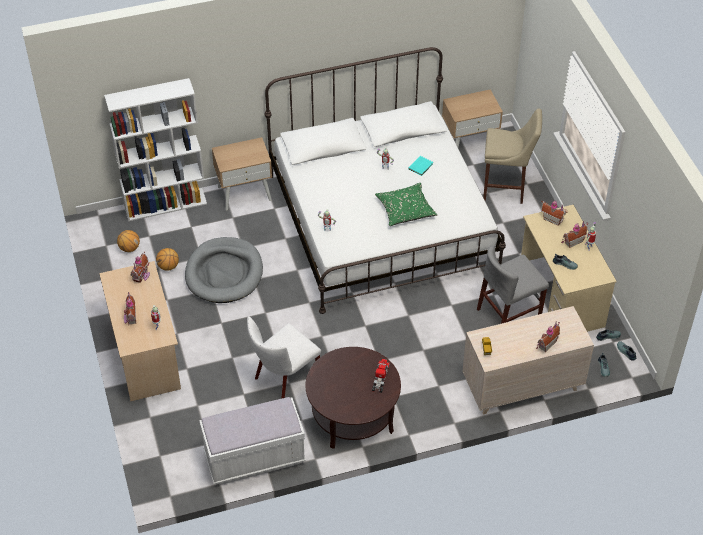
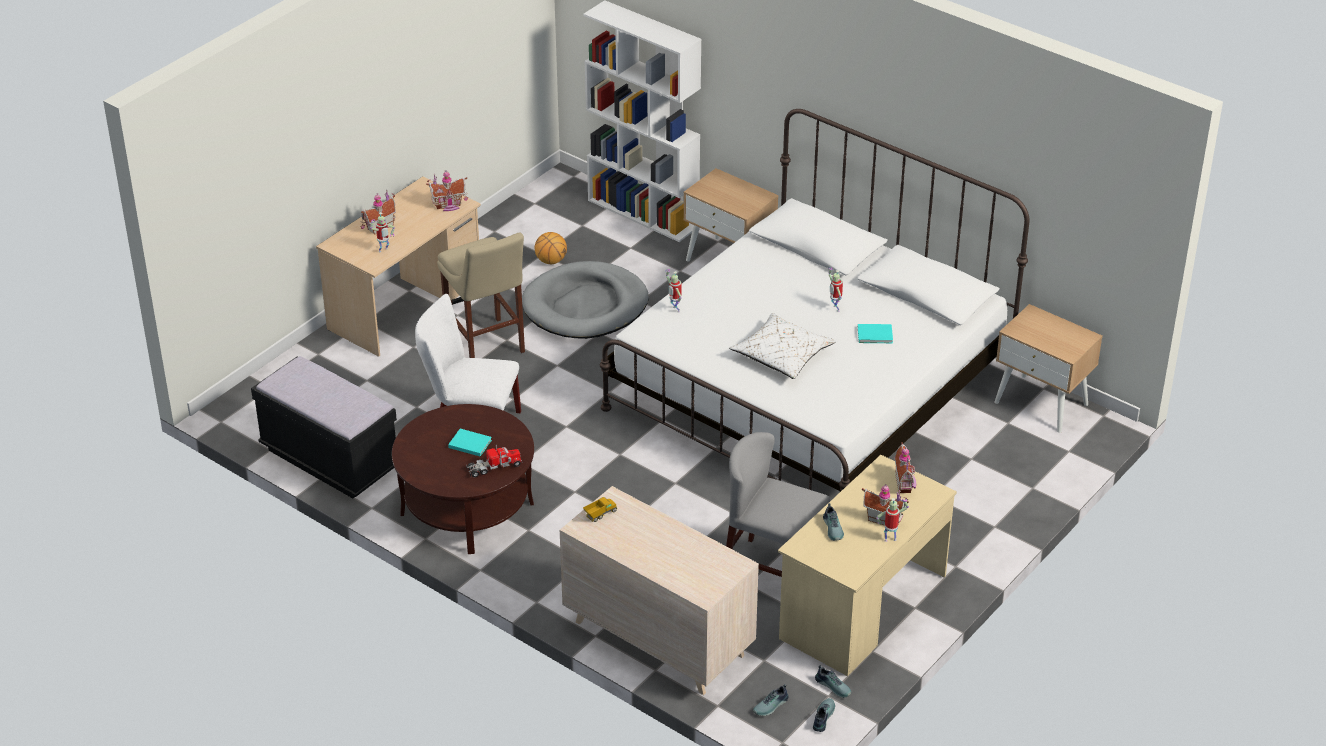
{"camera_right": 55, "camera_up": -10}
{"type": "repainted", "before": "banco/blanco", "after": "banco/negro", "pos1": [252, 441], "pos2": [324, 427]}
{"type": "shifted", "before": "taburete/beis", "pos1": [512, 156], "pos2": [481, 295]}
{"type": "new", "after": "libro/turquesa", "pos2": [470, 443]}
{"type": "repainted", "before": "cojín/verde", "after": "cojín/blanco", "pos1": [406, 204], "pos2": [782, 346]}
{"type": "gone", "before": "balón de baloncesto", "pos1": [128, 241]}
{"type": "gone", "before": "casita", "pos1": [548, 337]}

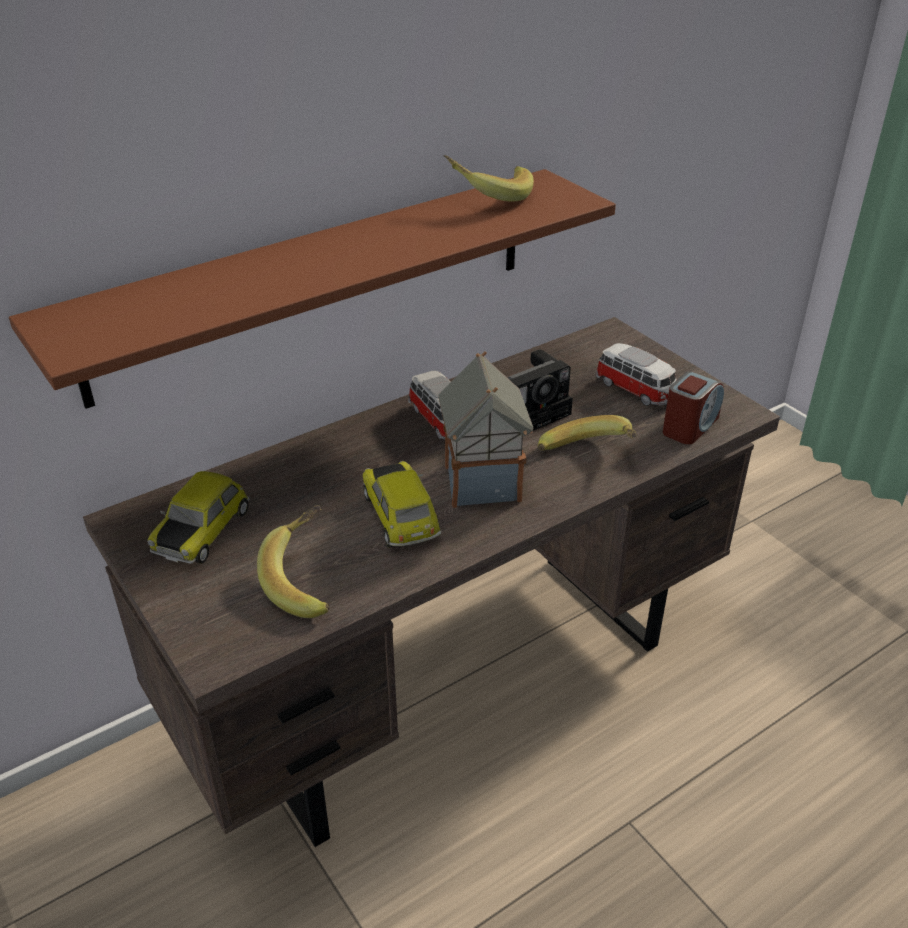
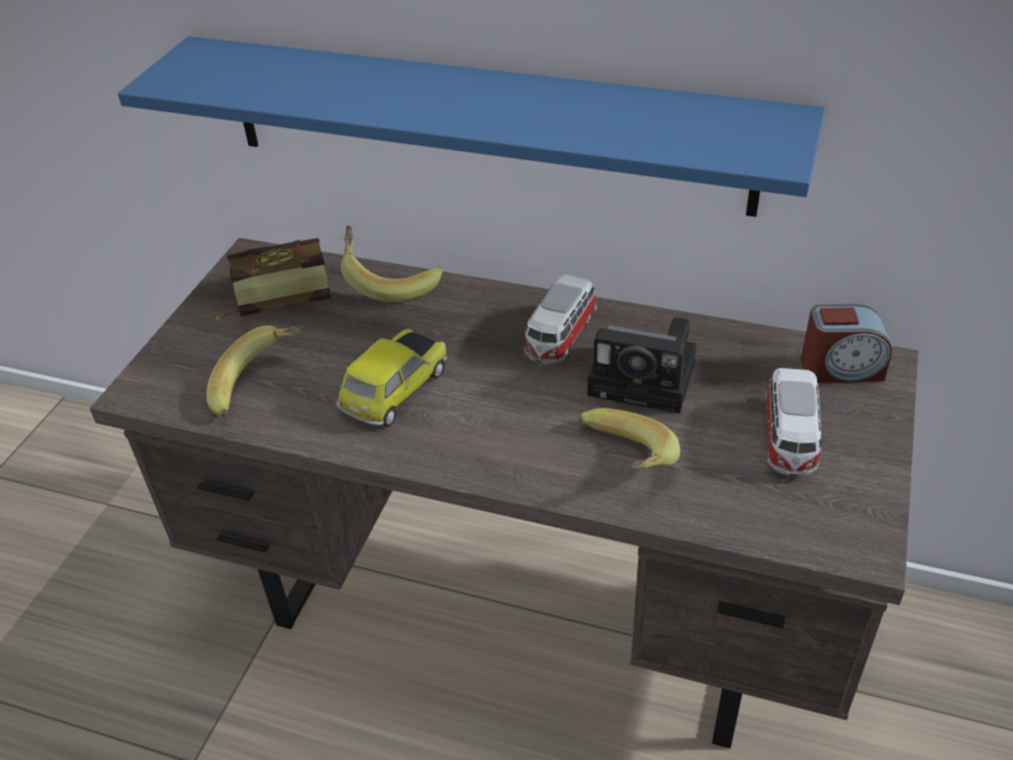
{"camera_right": 55, "camera_up": 5}
{"type": "repainted", "before": "estante/marrón", "after": "estante/azul", "pos1": [312, 289], "pos2": [471, 126]}
{"type": "swapped", "before": "coche de juguete", "after": "libro", "pos1": [198, 517], "pos2": [273, 279]}
{"type": "shifted", "before": "plátano", "pos1": [489, 178], "pos2": [392, 264]}
{"type": "shifted", "before": "despertador", "pos1": [693, 407], "pos2": [846, 343]}
{"type": "gone", "before": "casita", "pos1": [485, 429]}

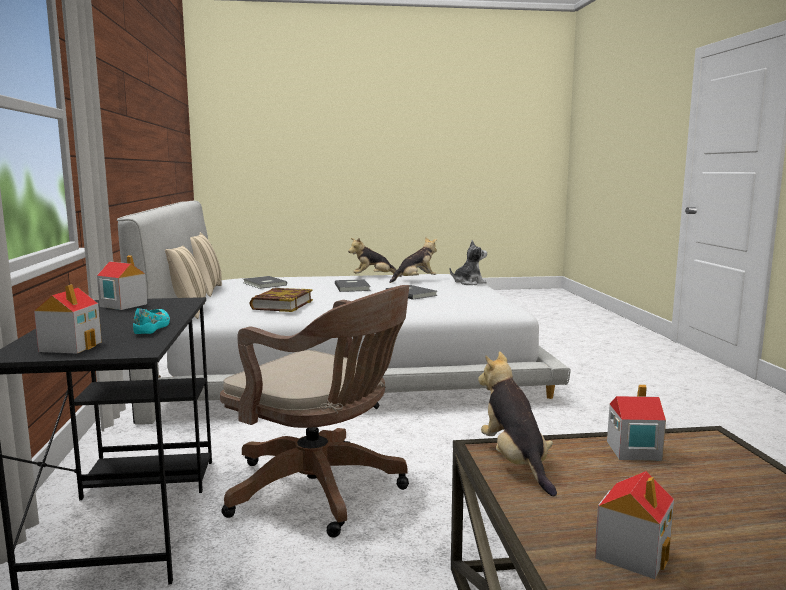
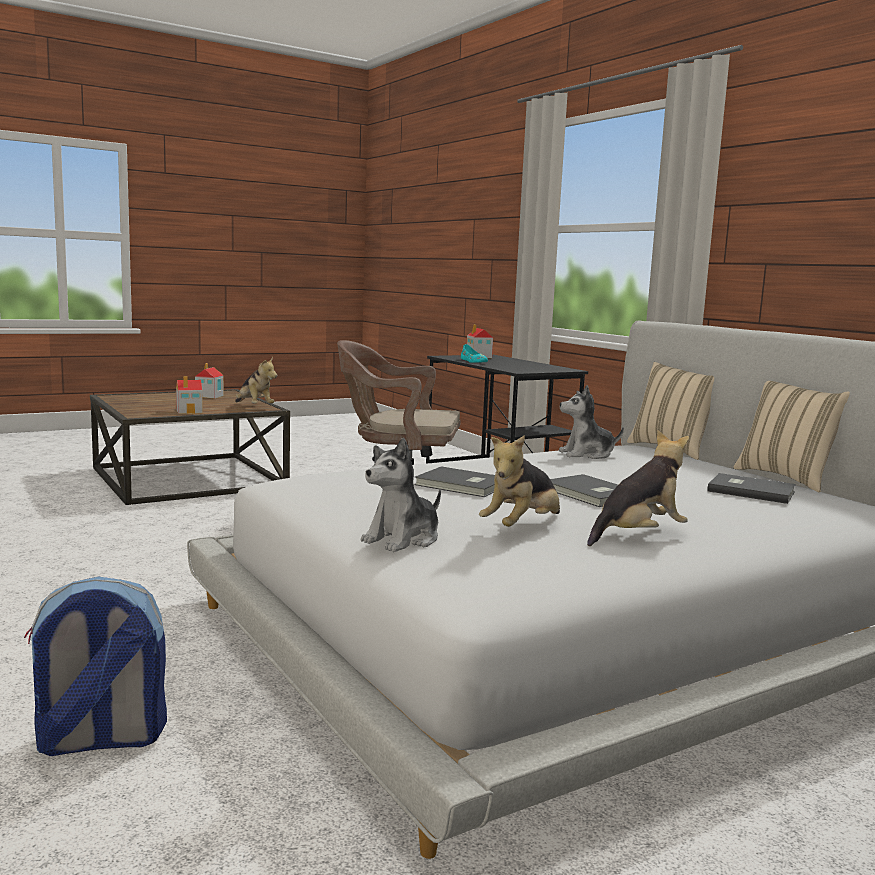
{"camera_right": 155, "camera_up": 0}
{"type": "new", "after": "mochila", "pos2": [95, 666]}
{"type": "swapped", "before": "libro", "after": "peluche", "pos1": [281, 300], "pos2": [591, 422]}
{"type": "gone", "before": "casita", "pos1": [122, 282]}

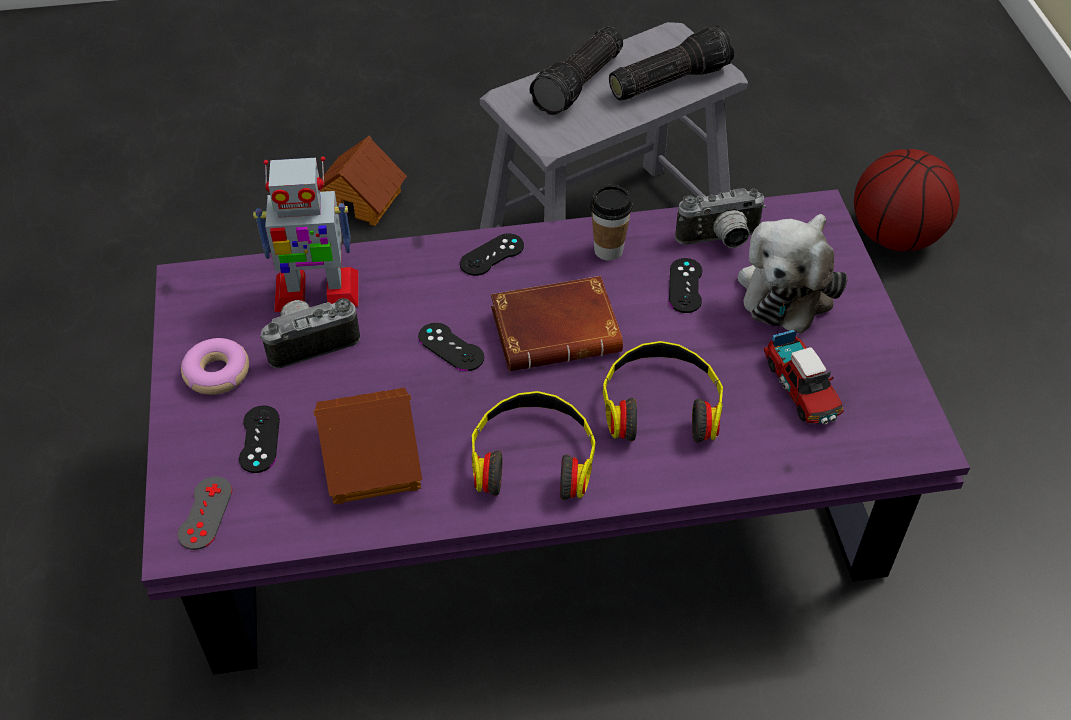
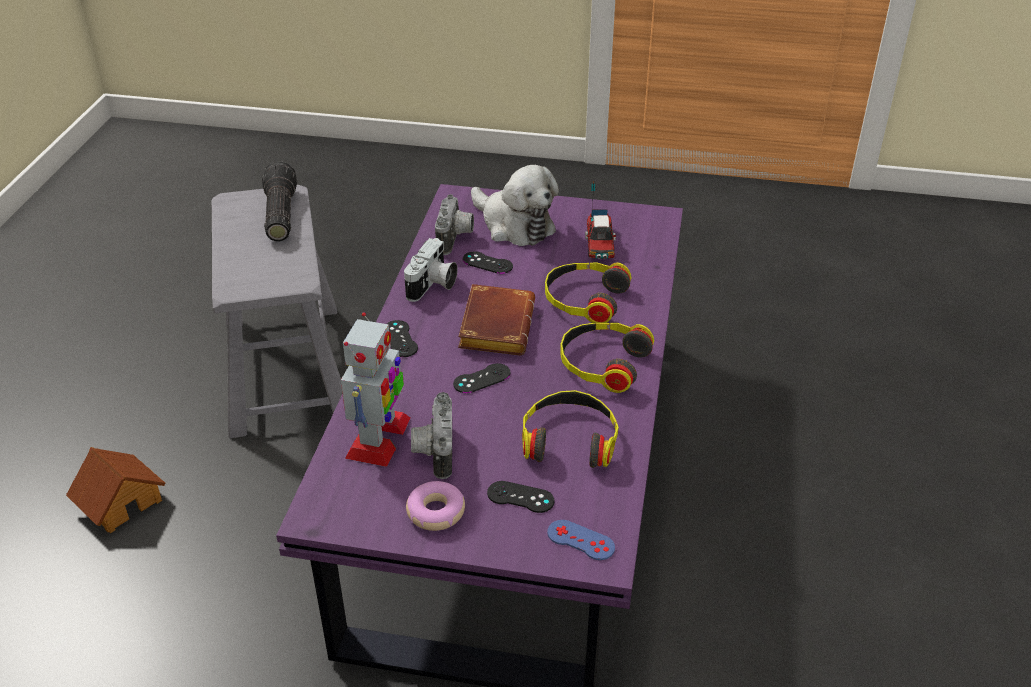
{"camera_right": -70, "camera_up": -10}
{"type": "swapped", "before": "taza", "after": "cámara", "pos1": [611, 223], "pos2": [431, 270]}
{"type": "swapped", "before": "casita", "after": "auriculares", "pos1": [367, 445], "pos2": [570, 429]}
{"type": "repainted", "before": "mando de consola/gris", "after": "mando de consola/azul", "pos1": [204, 513], "pos2": [581, 540]}
{"type": "rotated", "before": "camión de juguete", "pos1": [804, 363], "pos2": [600, 220], "turn": 90}
{"type": "gone", "before": "linterna", "pos1": [576, 71]}
{"type": "gone", "before": "balón de baloncesto", "pos1": [907, 200]}

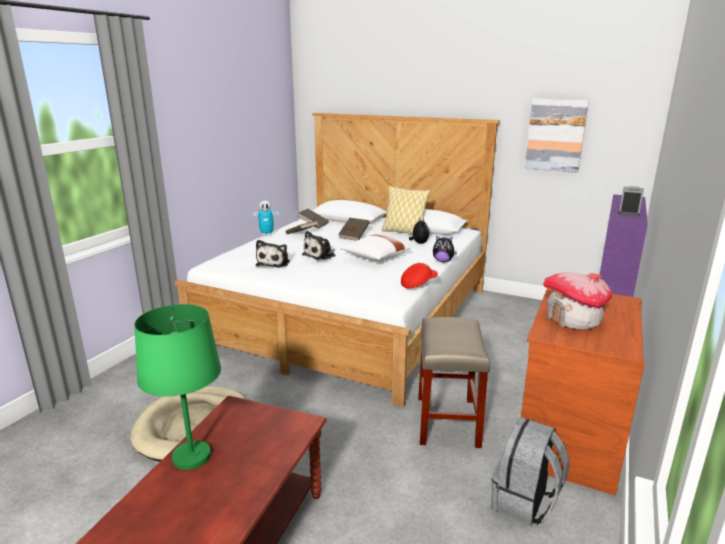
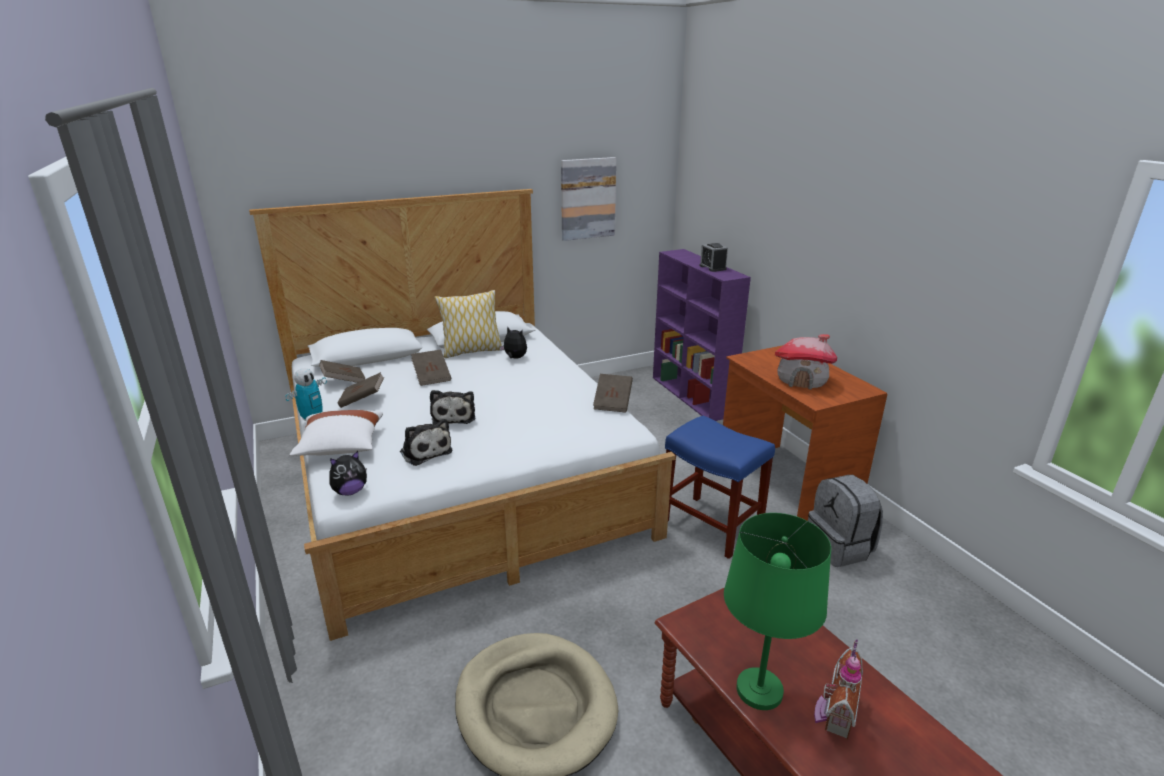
{"camera_right": -50, "camera_up": 5}
{"type": "shifted", "before": "cojín/blanco", "pos1": [376, 247], "pos2": [336, 433]}
{"type": "shifted", "before": "peluche", "pos1": [445, 248], "pos2": [348, 473]}
{"type": "swapped", "before": "gorra/rojo", "after": "libro/marrón", "pos1": [419, 275], "pos2": [613, 393]}
{"type": "repainted", "before": "taburete/beis", "after": "taburete/azul", "pos1": [454, 382], "pos2": [720, 487]}
{"type": "new", "after": "casita", "pos2": [838, 689]}

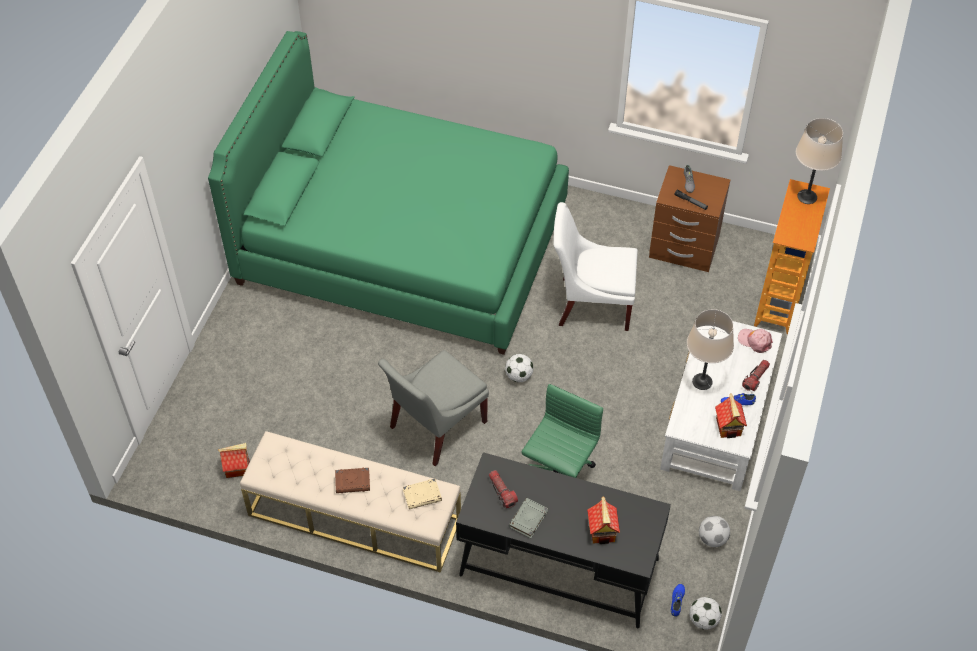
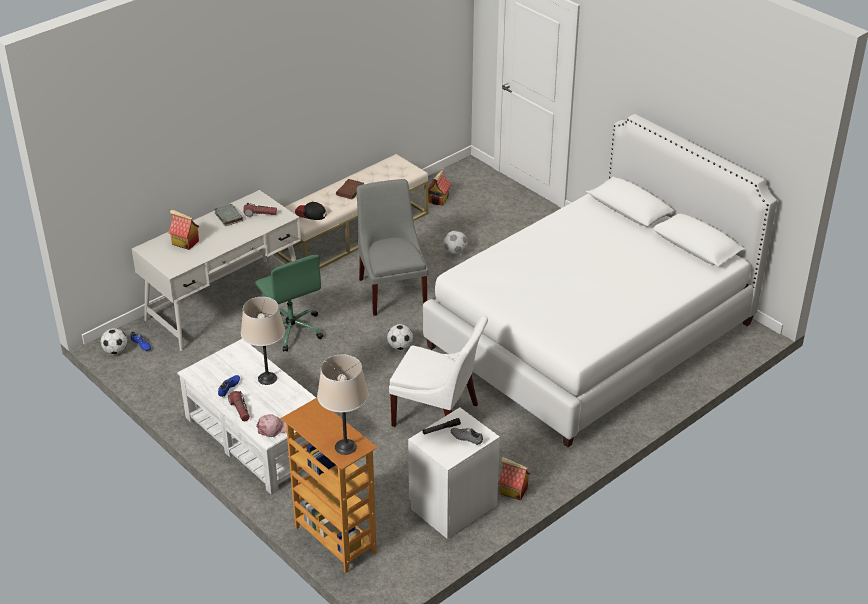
{"camera_right": 120, "camera_up": -15}
{"type": "repainted", "before": "escritorio/negro", "after": "escritorio/blanco", "pos1": [563, 540], "pos2": [216, 270]}
{"type": "swapped", "before": "libro/beis", "after": "gorra", "pos1": [422, 494], "pos2": [310, 211]}
{"type": "rotated", "before": "silla/blanco", "pos1": [595, 266], "pos2": [438, 371], "turn": 75}
{"type": "repainted", "before": "mesita de noche/marrón", "after": "mesita de noche/blanco", "pos1": [689, 218], "pos2": [454, 473]}
{"type": "repainted", "before": "cama/verde", "after": "cama/blanco", "pos1": [388, 193], "pos2": [600, 280]}
{"type": "shifted", "before": "balón de fútbol", "pos1": [714, 531], "pos2": [455, 243]}
{"type": "shifted", "before": "casita", "pos1": [731, 415], "pos2": [515, 479]}

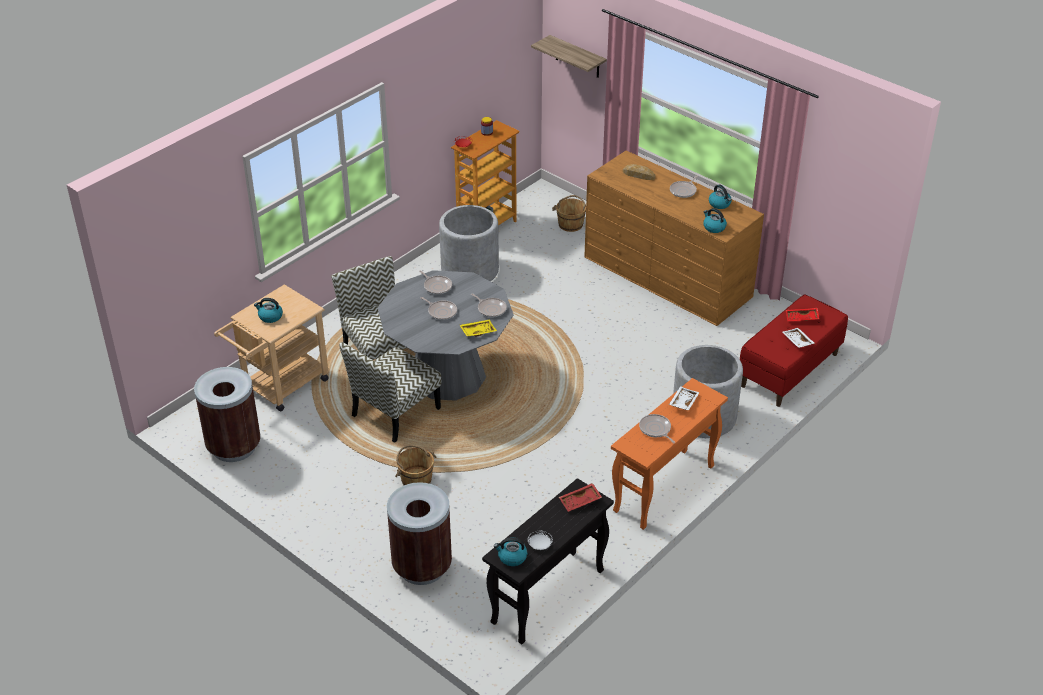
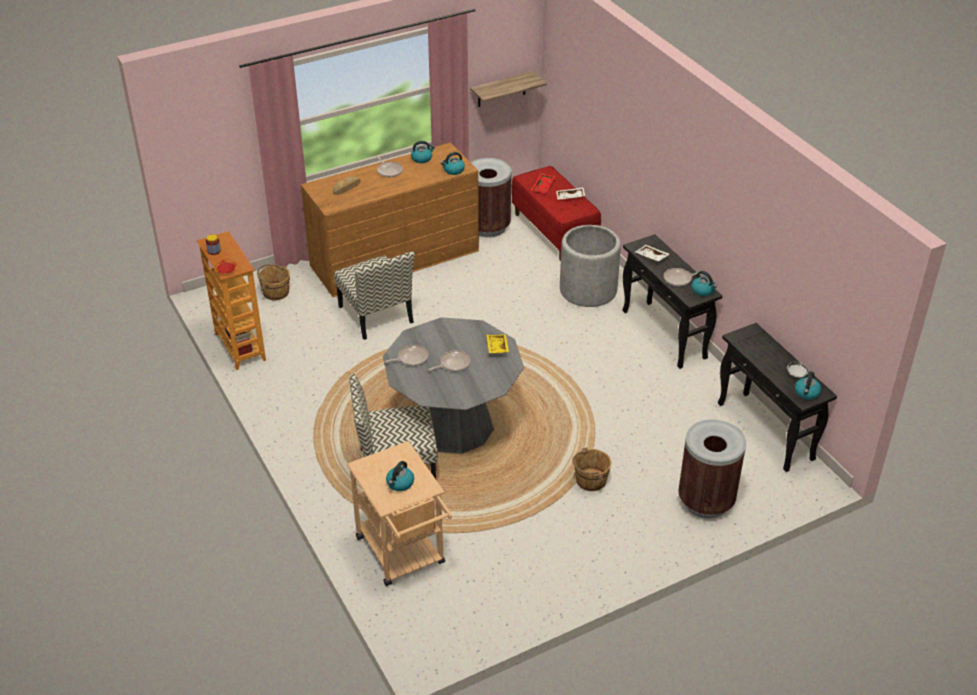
{"camera_right": -70, "camera_up": 0}
{"type": "shifted", "before": "silla", "pos1": [390, 392], "pos2": [374, 295]}
{"type": "shifted", "before": "estante", "pos1": [569, 56], "pos2": [508, 89]}
{"type": "shifted", "before": "papelera/marrón", "pos1": [227, 414], "pos2": [490, 197]}
{"type": "repainted", "before": "mesa consola/naranja", "after": "mesa consola/negro", "pos1": [669, 454], "pos2": [672, 301]}
{"type": "new", "after": "hervidor", "pos2": [704, 283]}
{"type": "gone", "before": "maceta/gris", "pos1": [469, 243]}
{"type": "gone", "before": "sartén", "pos1": [489, 305]}
{"type": "gone", "before": "bandeja/rojo", "pos1": [580, 497]}

